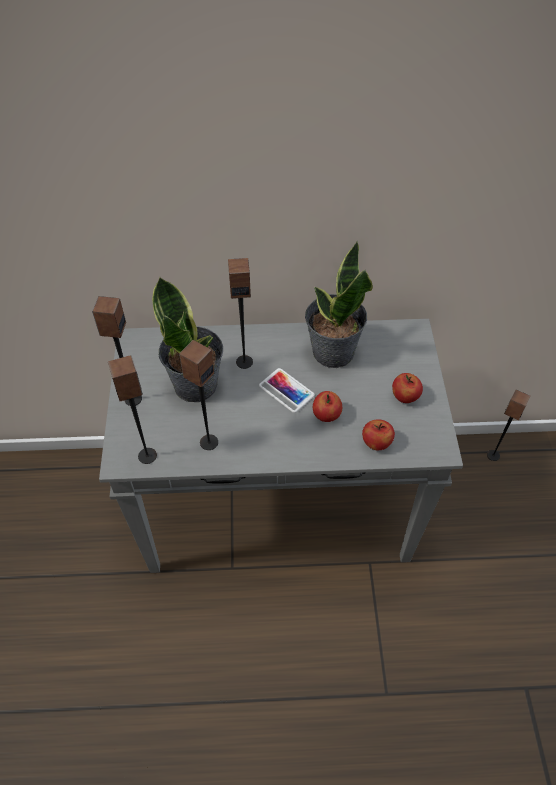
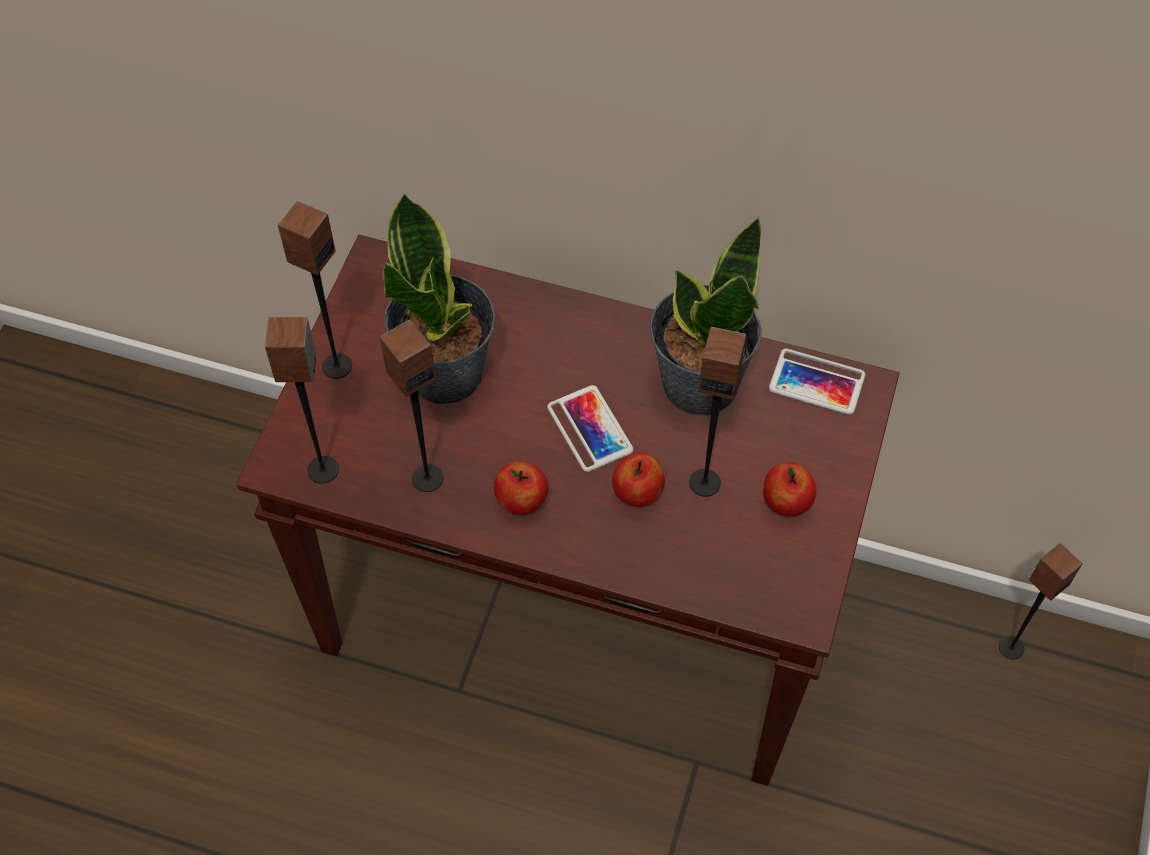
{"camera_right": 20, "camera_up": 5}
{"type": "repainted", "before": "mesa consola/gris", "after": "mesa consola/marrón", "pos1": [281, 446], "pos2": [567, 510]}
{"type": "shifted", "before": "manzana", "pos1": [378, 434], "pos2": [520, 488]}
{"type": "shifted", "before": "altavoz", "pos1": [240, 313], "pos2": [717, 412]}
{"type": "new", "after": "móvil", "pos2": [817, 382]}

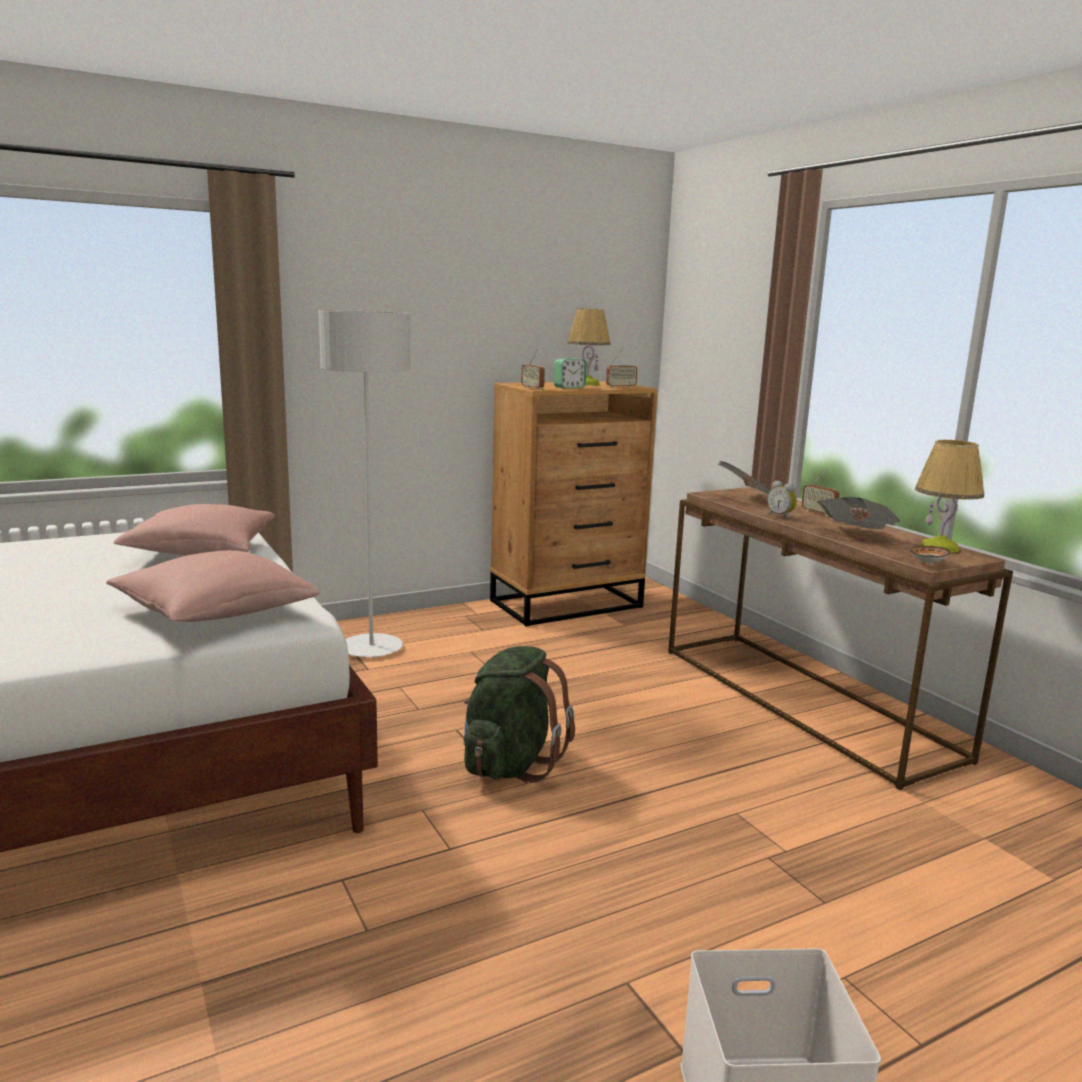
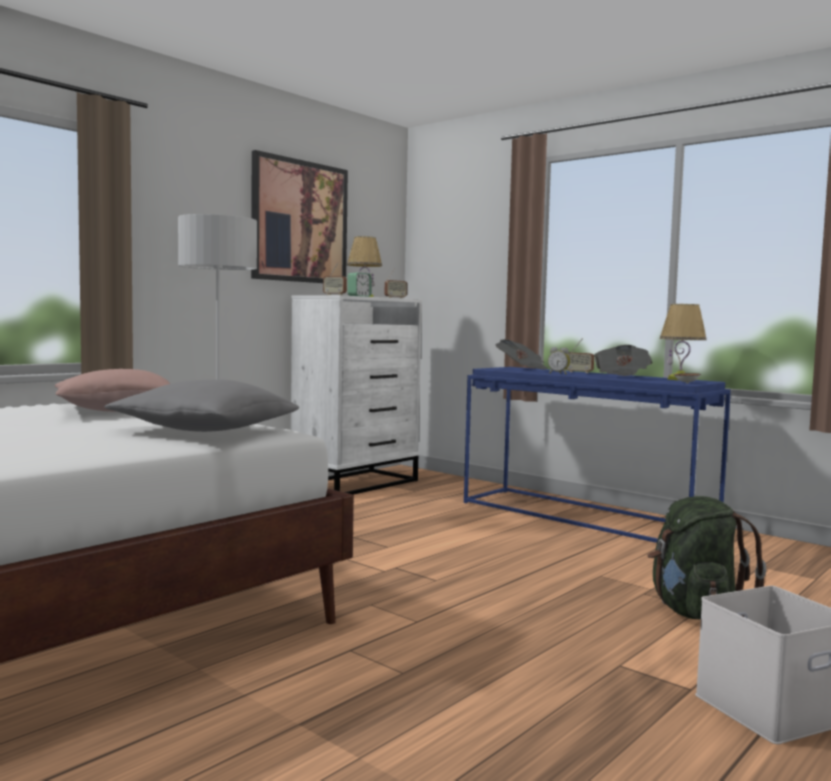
{"camera_right": -20, "camera_up": -10}
{"type": "repainted", "before": "cojín/rosa", "after": "cojín/gris", "pos1": [213, 586], "pos2": [201, 405]}
{"type": "new", "after": "cuadro", "pos2": [299, 216]}
{"type": "repainted", "before": "cómoda/marrón", "after": "cómoda/blanco", "pos1": [574, 504], "pos2": [356, 395]}
{"type": "repainted", "before": "mesa consola/marrón", "after": "mesa consola/azul", "pos1": [840, 638], "pos2": [597, 455]}
{"type": "shifted", "before": "mochila/verde", "pos1": [519, 714], "pos2": [706, 558]}

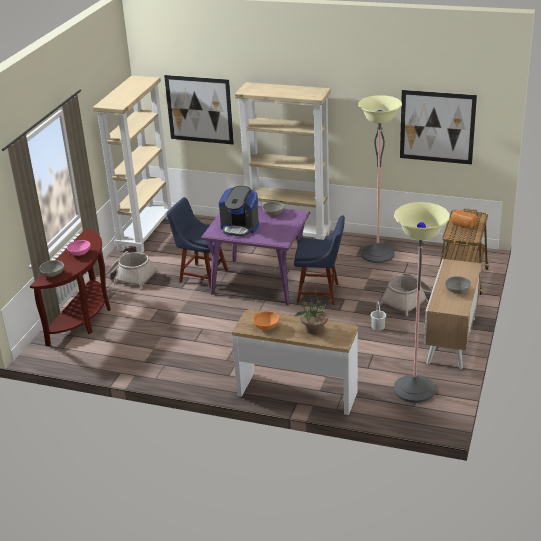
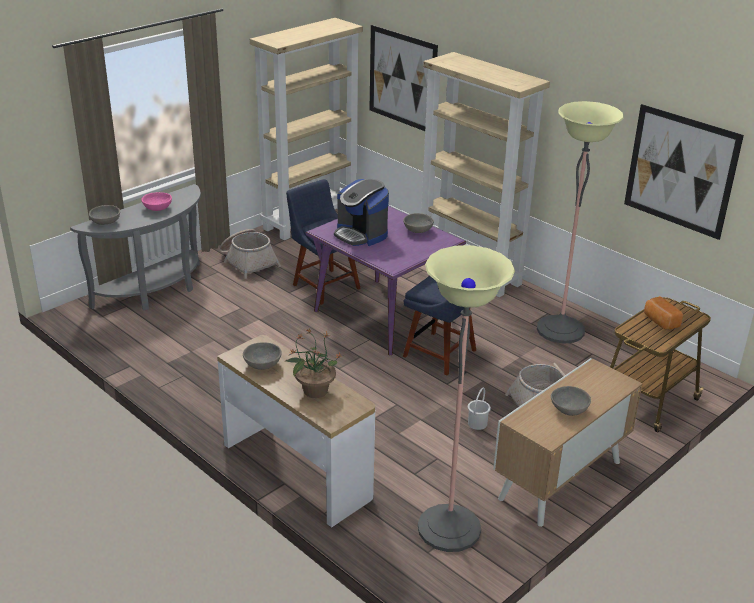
{"camera_right": 25, "camera_up": 0}
{"type": "repainted", "before": "mesa consola/marrón", "after": "mesa consola/gris", "pos1": [70, 287], "pos2": [135, 247]}
{"type": "repainted", "before": "cuenco/naranja", "after": "cuenco/gris", "pos1": [266, 320], "pos2": [262, 356]}

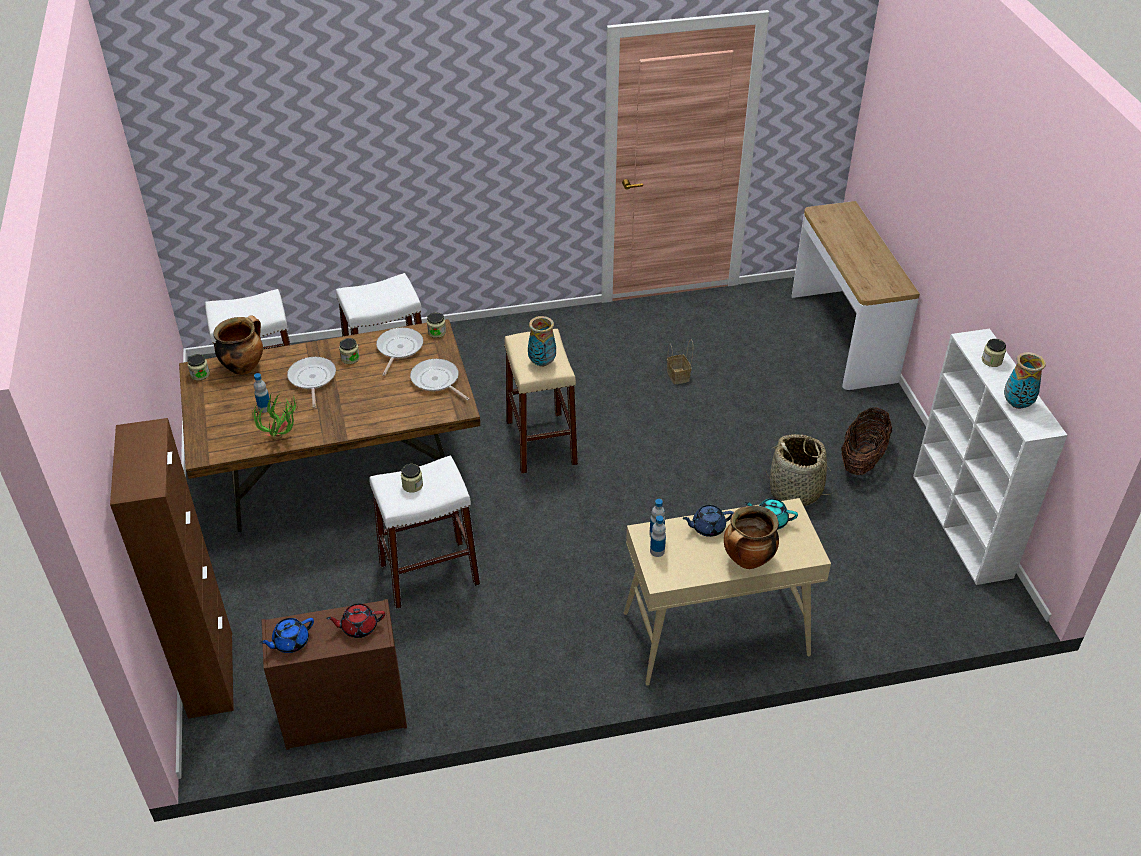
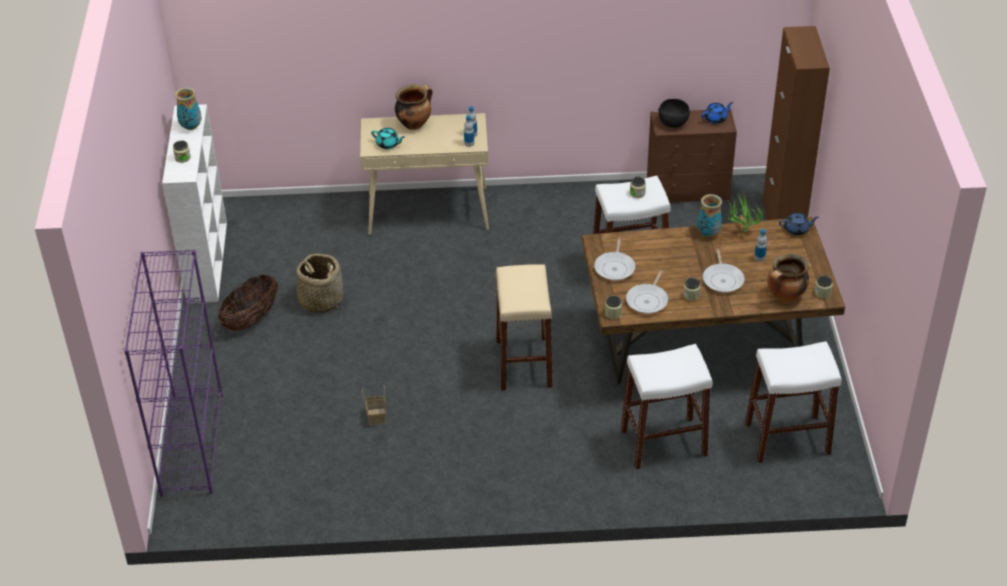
{"camera_right": -170, "camera_up": 0}
{"type": "swapped", "before": "mesa consola", "after": "estantería/morado", "pos1": [856, 295], "pos2": [173, 373]}
{"type": "rotated", "before": "sartén", "pos1": [440, 380], "pos2": [615, 259], "turn": 45}
{"type": "swapped", "before": "tetera/rojo", "after": "cuenco/negro", "pos1": [355, 620], "pos2": [674, 113]}
{"type": "shifted", "before": "florero", "pos1": [542, 341], "pos2": [709, 215]}
{"type": "shifted", "before": "tetera/azul", "pos1": [708, 521], "pos2": [799, 224]}

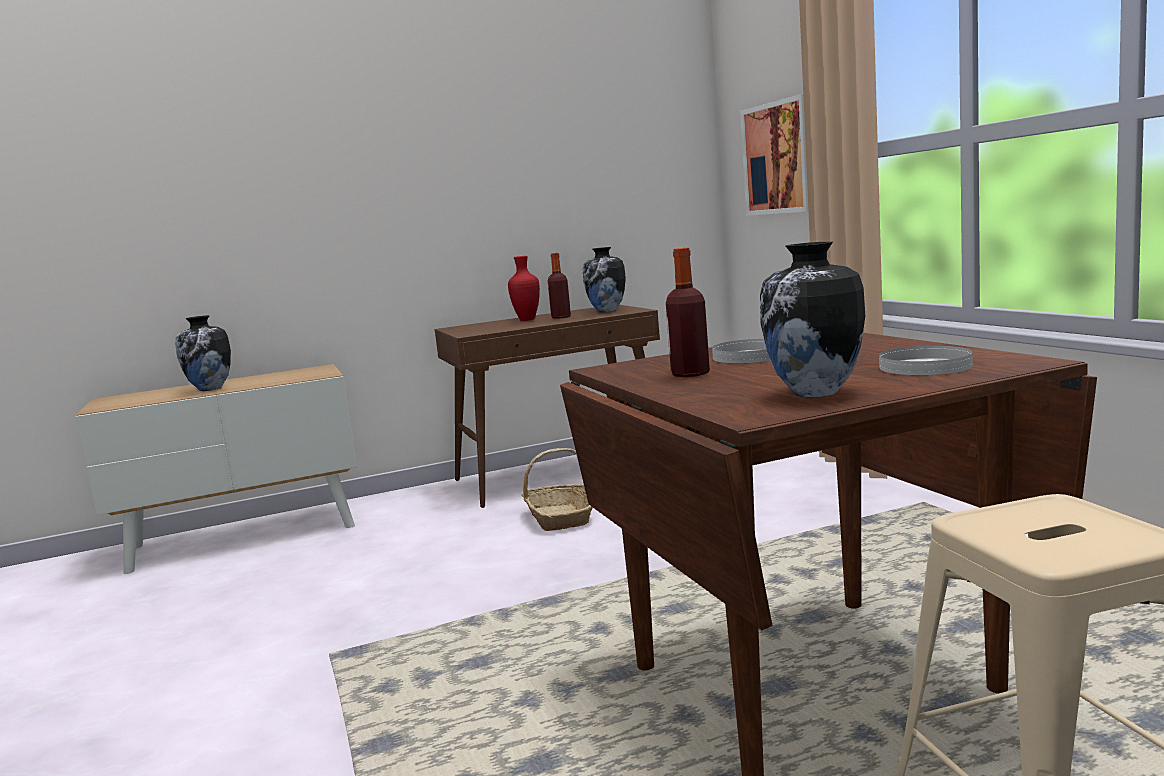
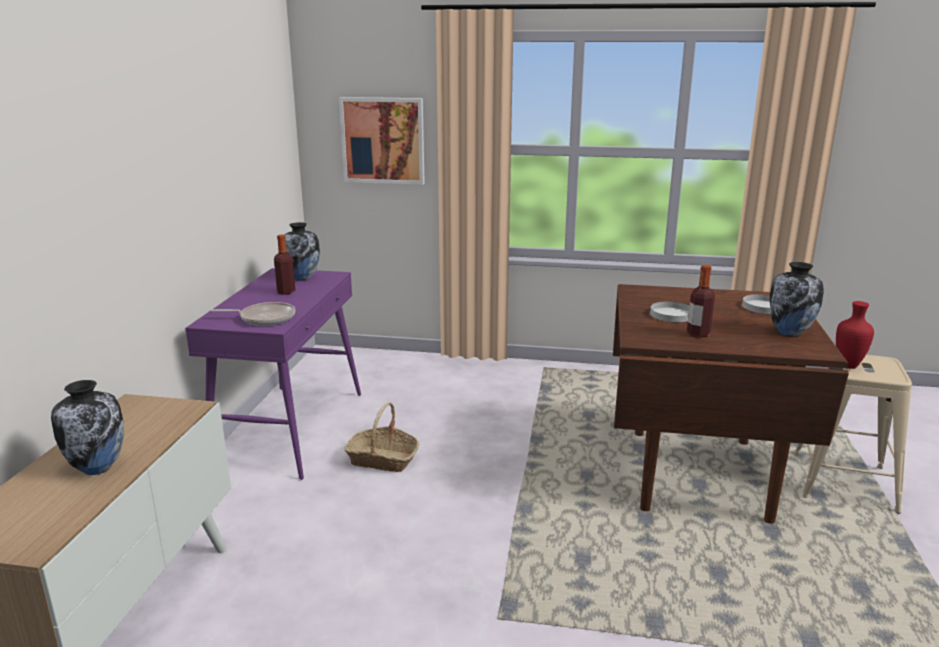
{"camera_right": -60, "camera_up": 10}
{"type": "repainted", "before": "mesa consola/marrón", "after": "mesa consola/morado", "pos1": [547, 406], "pos2": [273, 374]}
{"type": "new", "after": "sartén", "pos2": [253, 314]}
{"type": "shifted", "before": "florero/rojo", "pos1": [524, 288], "pos2": [855, 335]}

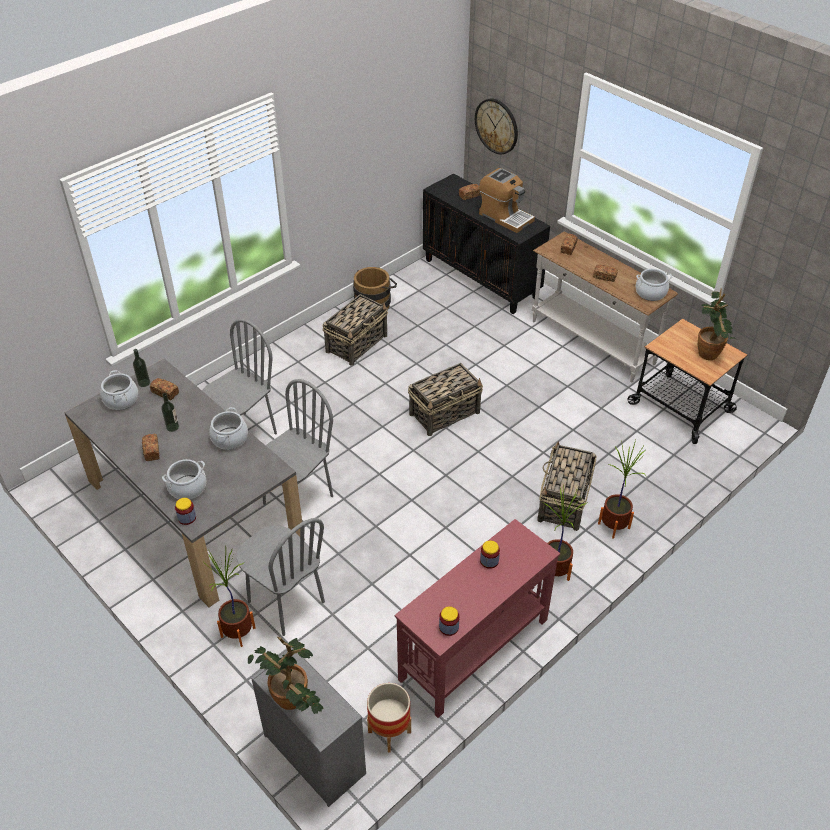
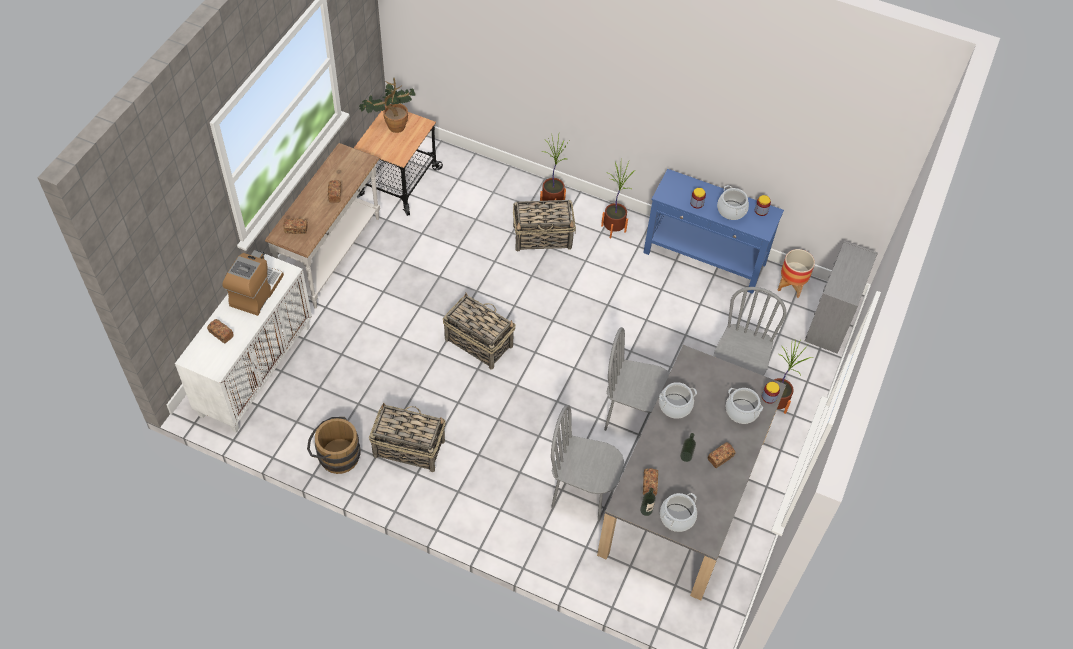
{"camera_right": -115, "camera_up": 10}
{"type": "repainted", "before": "armario/negro", "after": "armario/blanco", "pos1": [486, 243], "pos2": [243, 343]}
{"type": "repainted", "before": "mesa consola/rojo", "after": "mesa consola/azul", "pos1": [477, 618], "pos2": [713, 231]}
{"type": "shifted", "before": "olla", "pos1": [654, 285], "pos2": [733, 202]}
{"type": "gone", "before": "planta en maceta", "pos1": [285, 675]}
{"type": "gone", "before": "reloj de pared", "pos1": [496, 126]}

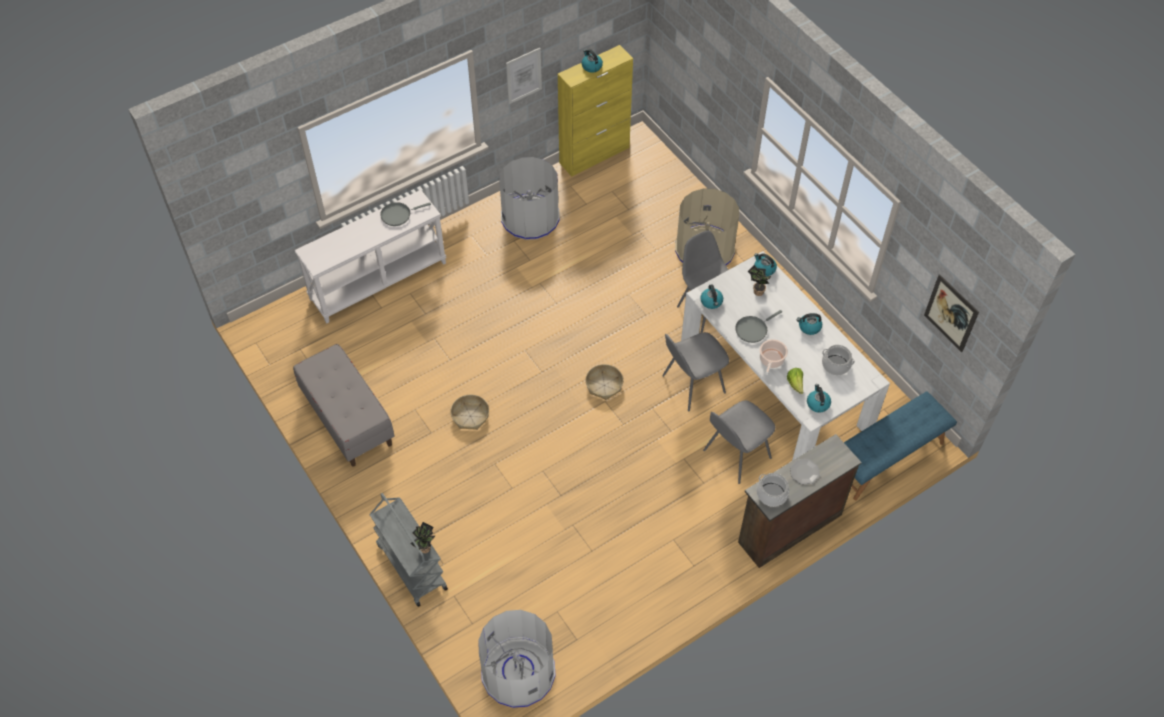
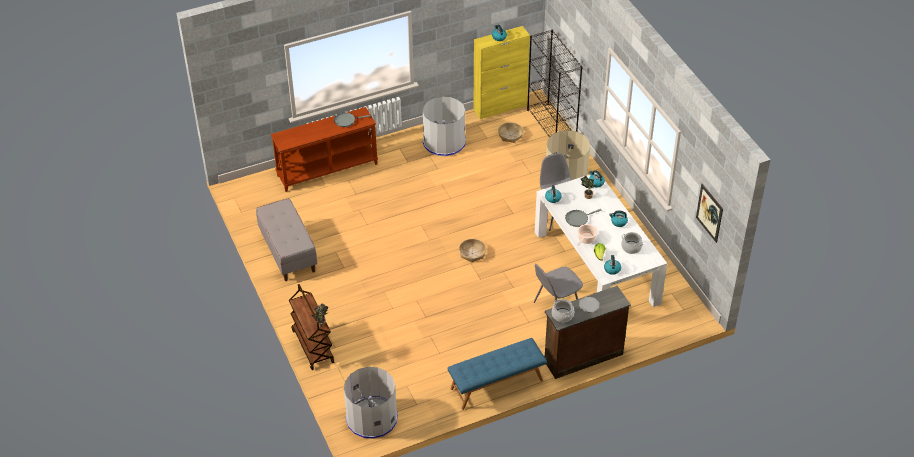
{"camera_right": 10, "camera_up": -10}
{"type": "repainted", "before": "mesa consola/blanco", "after": "mesa consola/marrón", "pos1": [370, 257], "pos2": [324, 149]}
{"type": "repainted", "before": "carrito/gris", "after": "carrito/marrón", "pos1": [408, 550], "pos2": [311, 327]}
{"type": "shifted", "before": "banco/azul", "pos1": [900, 445], "pos2": [497, 374]}
{"type": "shifted", "before": "cesta", "pos1": [469, 412], "pos2": [510, 132]}
{"type": "new", "after": "estantería/negro", "pos2": [555, 83]}
{"type": "gone", "before": "cuadro", "pos1": [524, 76]}
{"type": "gone", "before": "silla/gris", "pos1": [695, 372]}

